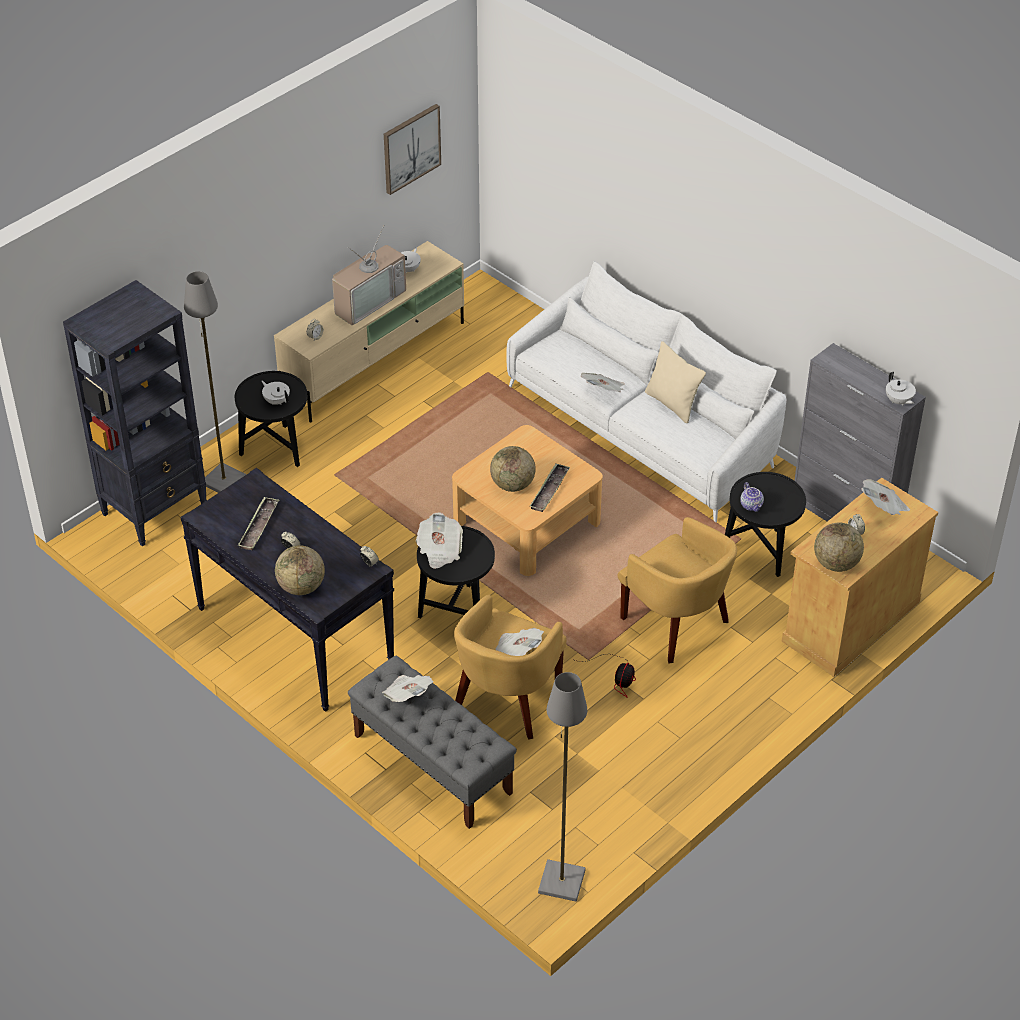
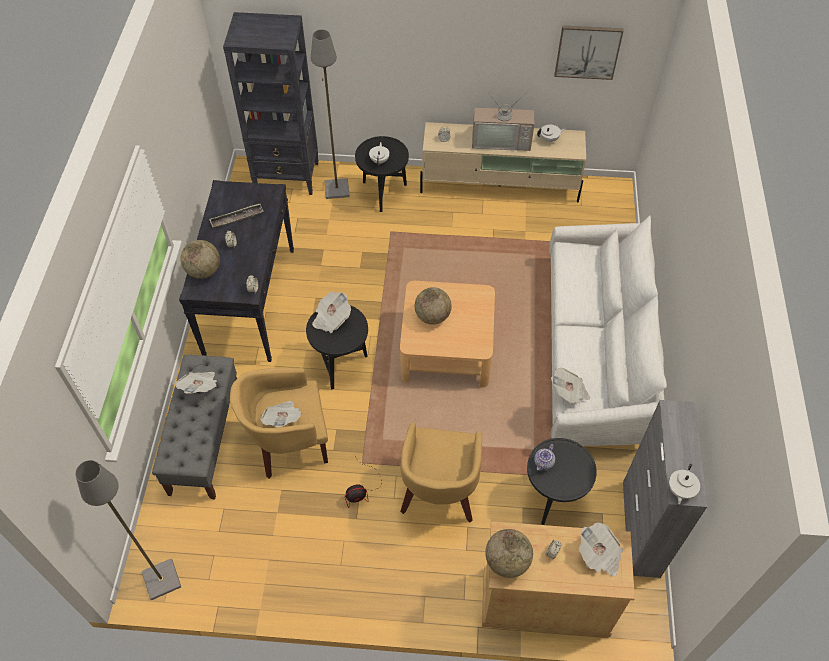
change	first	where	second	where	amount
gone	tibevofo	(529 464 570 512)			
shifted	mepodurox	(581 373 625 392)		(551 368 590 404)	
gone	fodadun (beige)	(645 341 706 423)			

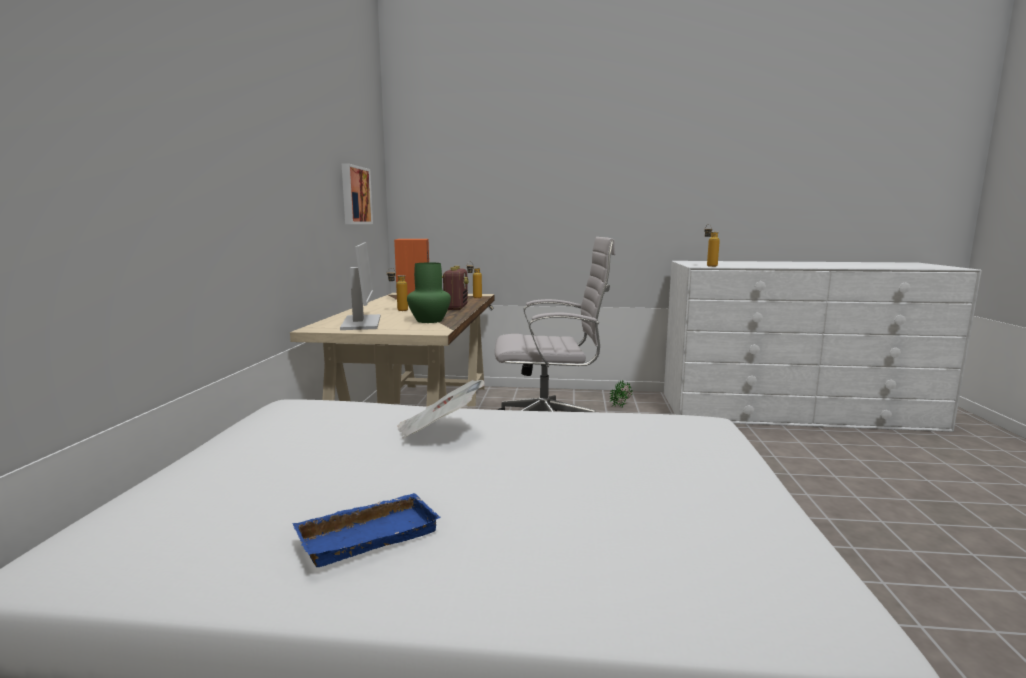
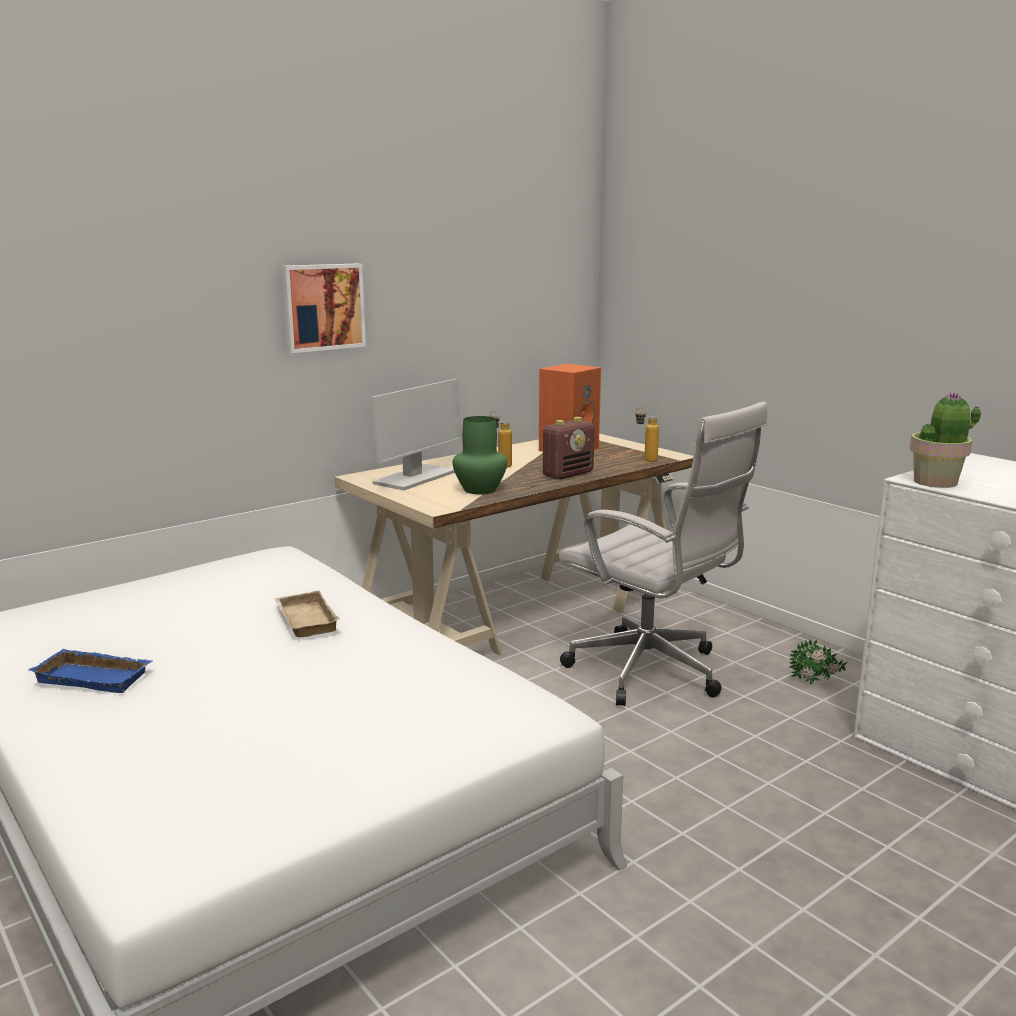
change	first	where	second	where	amount
shifted	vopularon	(342 163 373 224)		(281 264 366 353)	
swapped	mepodurox	(397 380 484 438)	tibevofo (beige)	(275 591 340 638)	
swapped	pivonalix	(704 224 720 267)	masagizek	(910 392 981 488)	

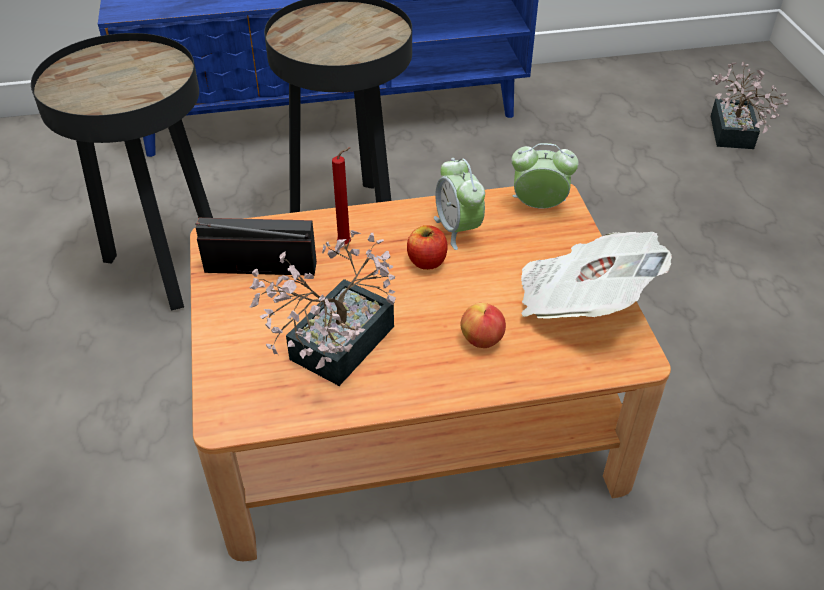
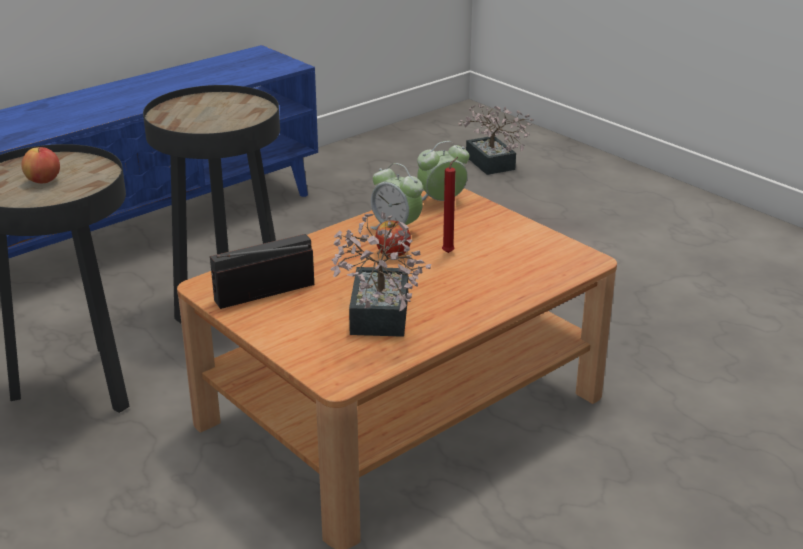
change	first	where	second	where	amount
shifted	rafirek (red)	(332 147 351 244)		(442 157 458 253)	
shifted	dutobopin	(461 303 506 348)		(21 147 60 183)	
gone	mepodurox	(521 232 672 319)			

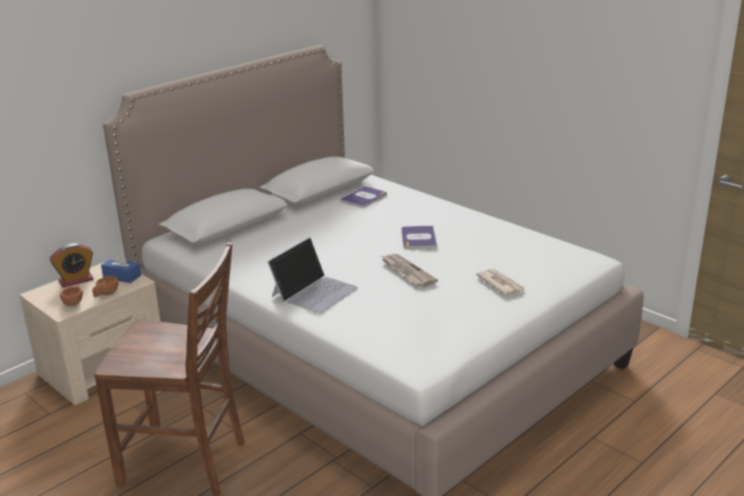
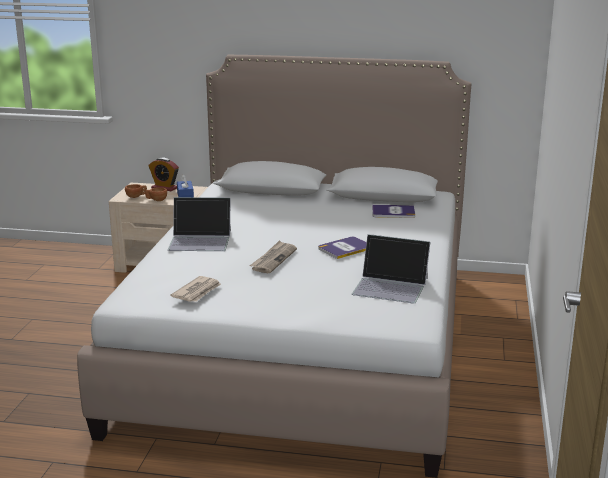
change	first	where	second	where	amount
gone	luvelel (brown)	(94 242 245 495)			
shifted	mepodurox	(476 269 525 295)		(170 276 221 302)	
new			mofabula	(352 234 430 304)	

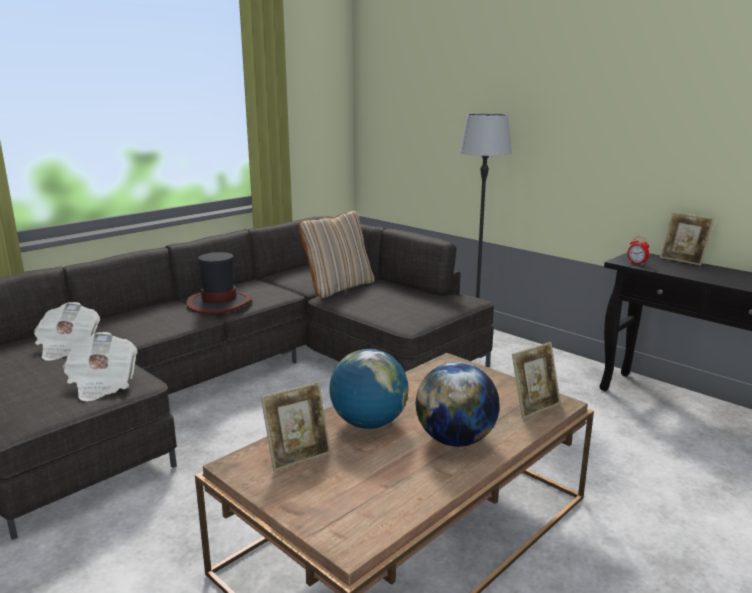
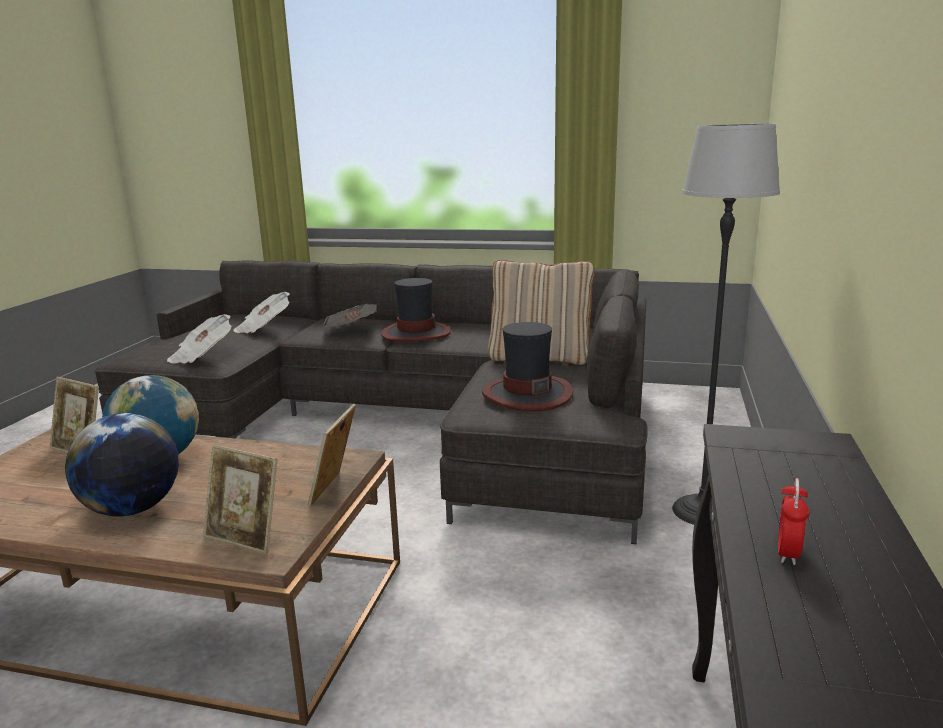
change	first	where	second	where	amount
shifted	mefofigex	(628 236 649 265)		(778 478 810 565)	
shifted	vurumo	(660 212 714 265)		(308 404 356 507)	
new			mepodurox	(323 304 377 327)	
new			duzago	(482 322 573 411)	

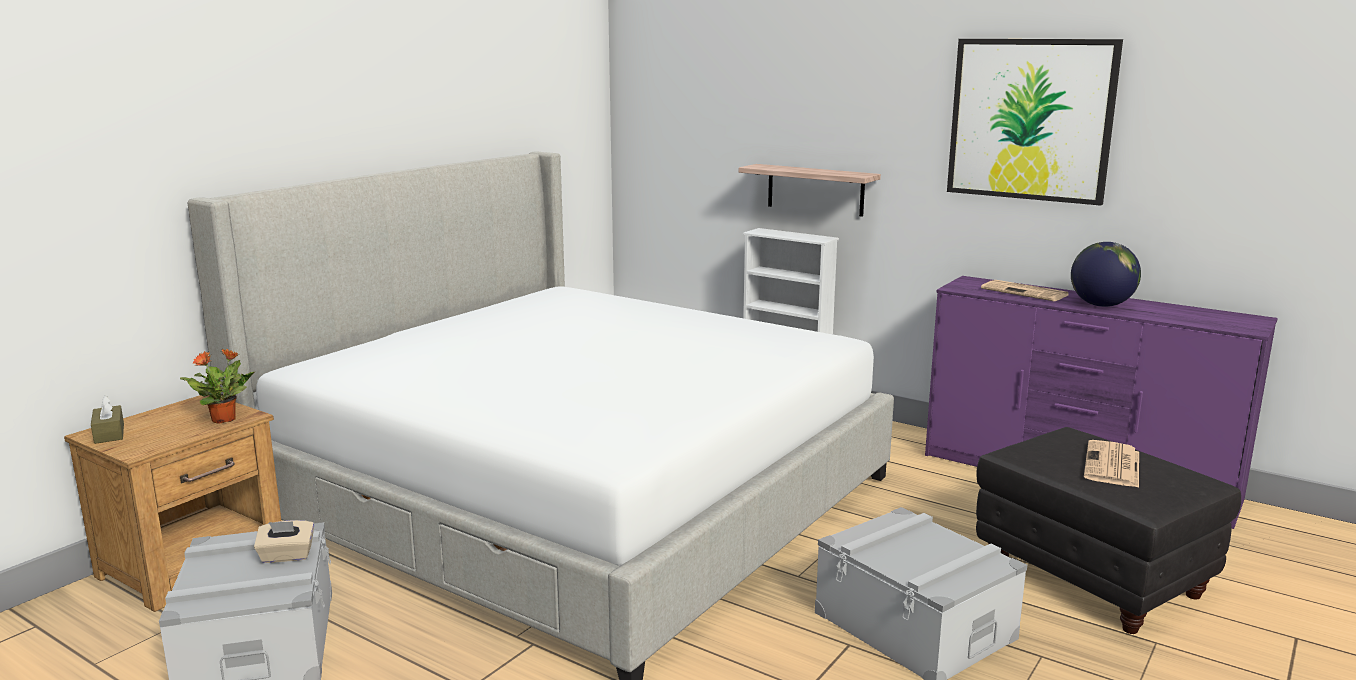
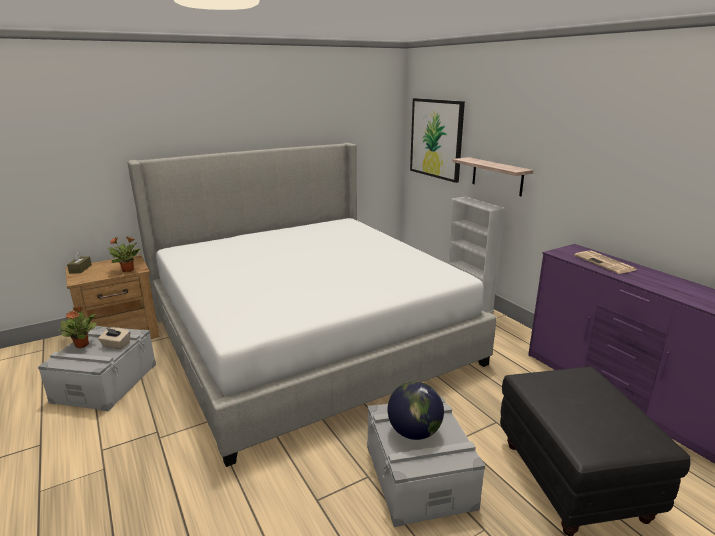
change	first	where	second	where	amount
shifted	vopularon	(947 39 1123 206)		(410 98 465 183)	
shifted	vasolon	(1071 242 1141 307)		(388 381 444 440)	
gone	mepodurox	(1084 440 1139 488)			
new			masagizek	(58 306 97 348)	

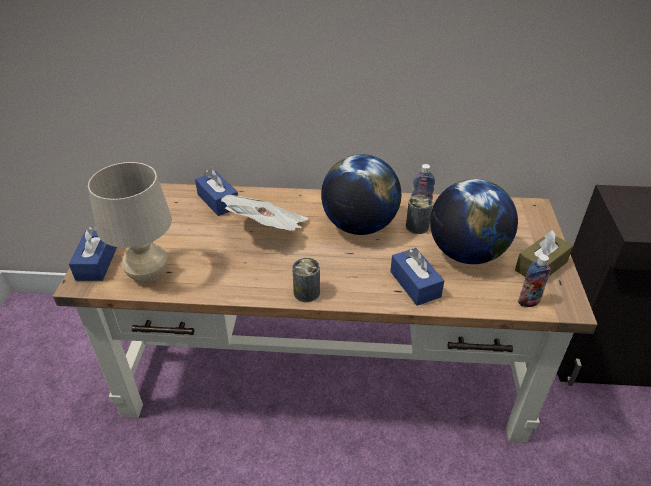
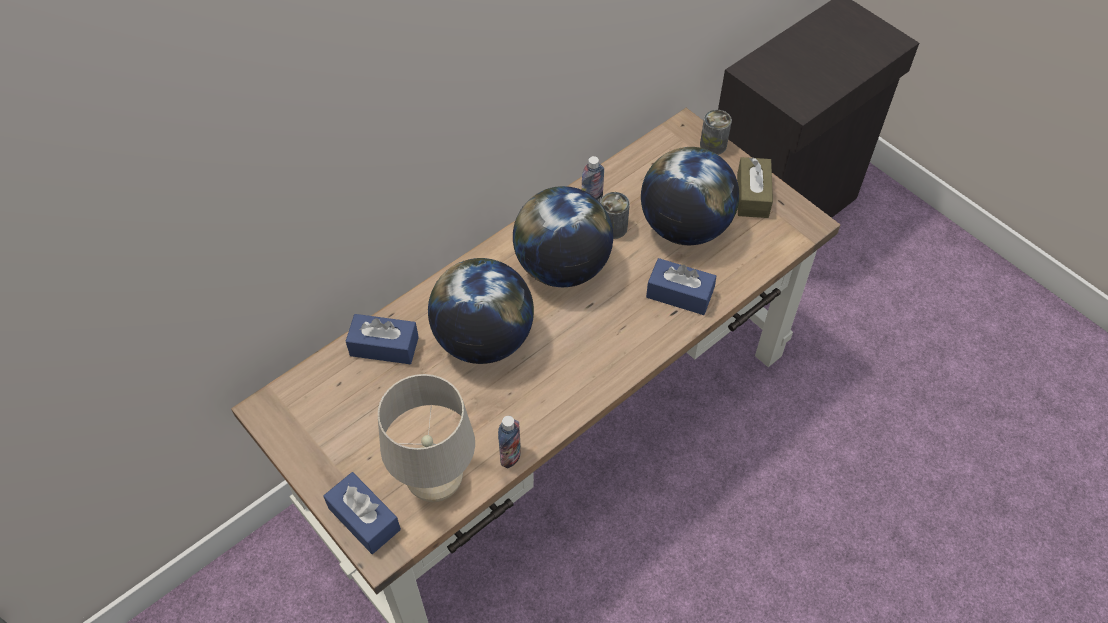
change	first	where	second	where	amount
swapped	mepodurox	(221 195 308 231)	vasolon	(428 258 534 364)	
shifted	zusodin	(292 258 320 302)		(700 110 732 155)	
shifted	pivonalix	(518 254 551 307)		(498 416 521 468)	

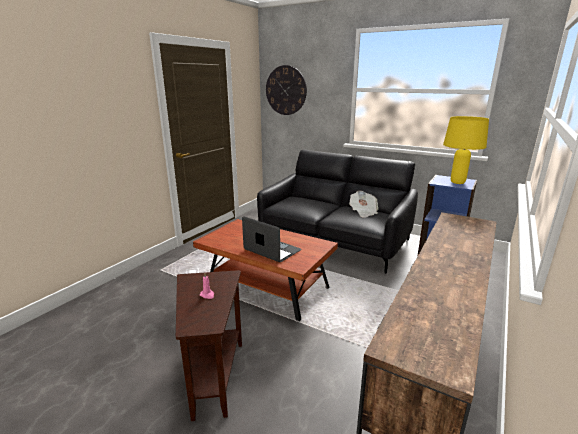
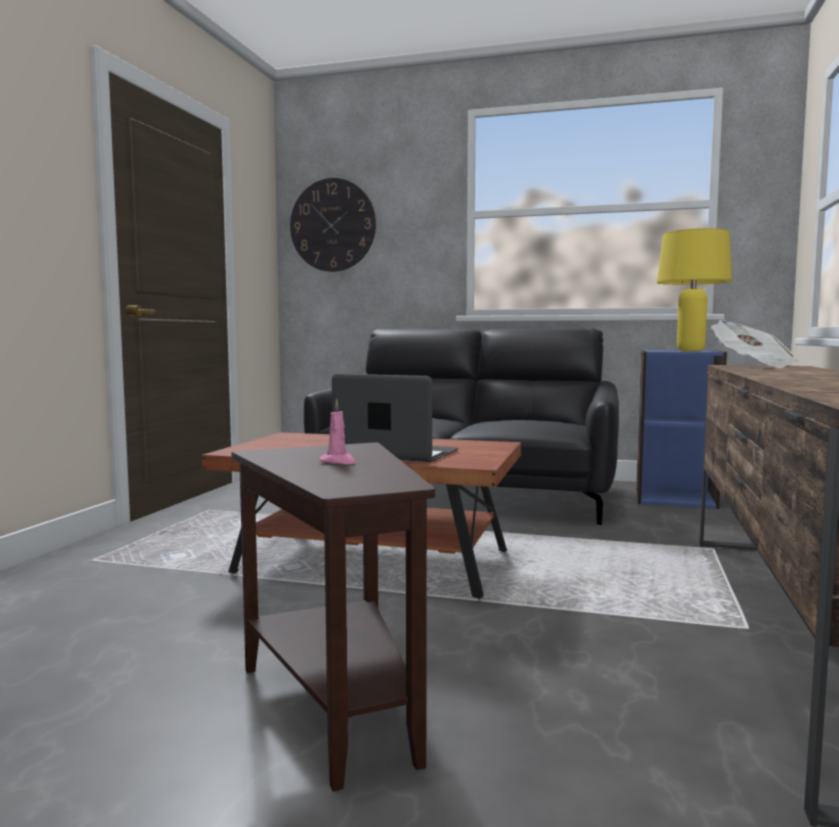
change	first	where	second	where	amount
shifted	mepodurox	(349 191 378 218)		(711 320 799 368)	

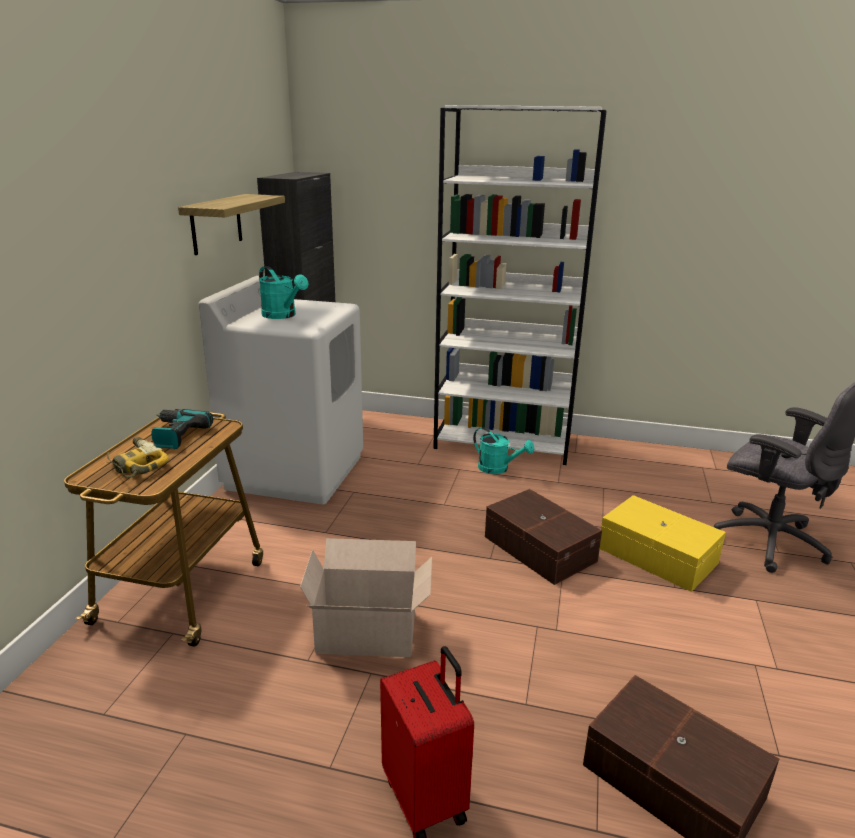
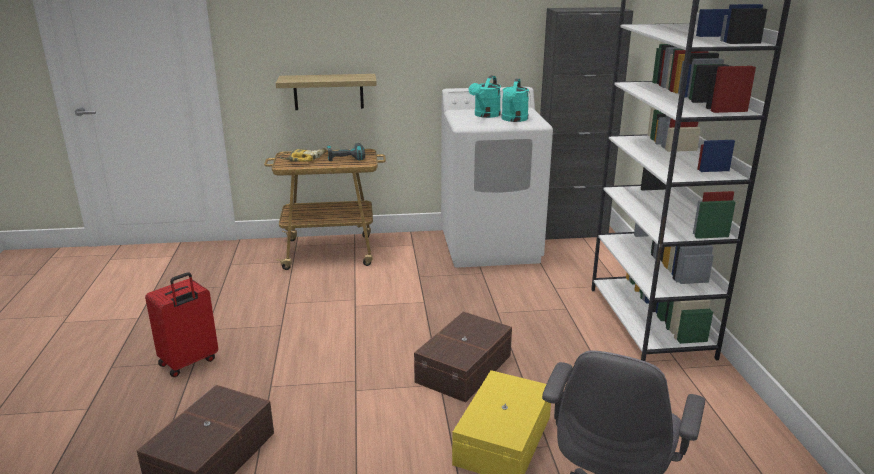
change	first	where	second	where	amount
shifted	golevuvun	(178 194 285 255)		(276 74 377 110)	
gone	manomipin	(300 538 432 657)			
shifted	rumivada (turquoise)	(473 427 534 474)		(501 79 529 122)	

